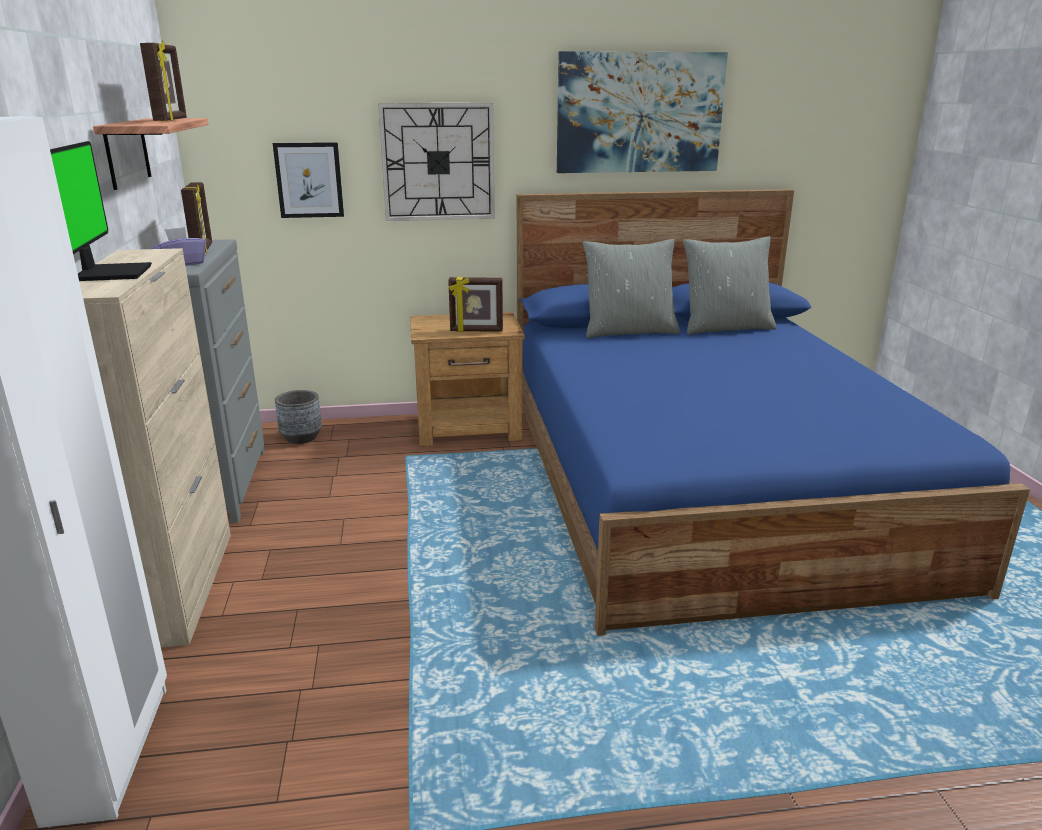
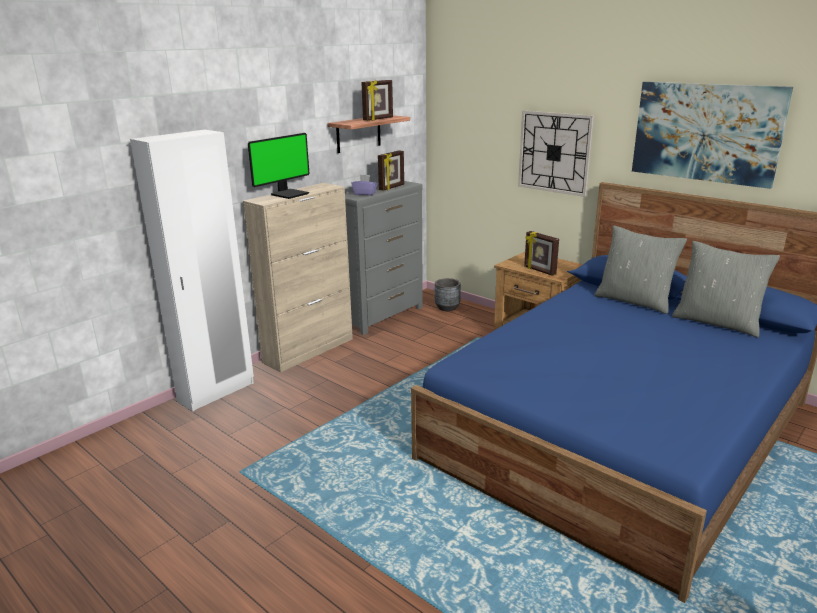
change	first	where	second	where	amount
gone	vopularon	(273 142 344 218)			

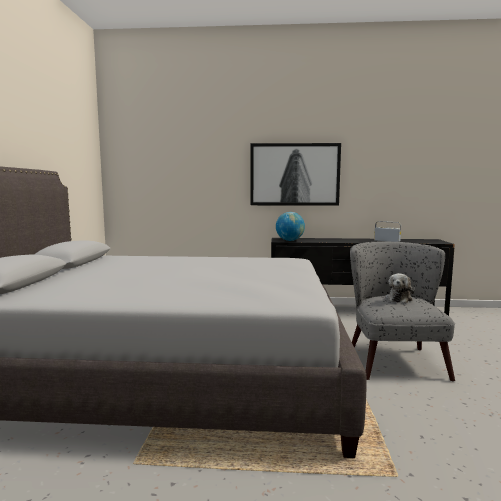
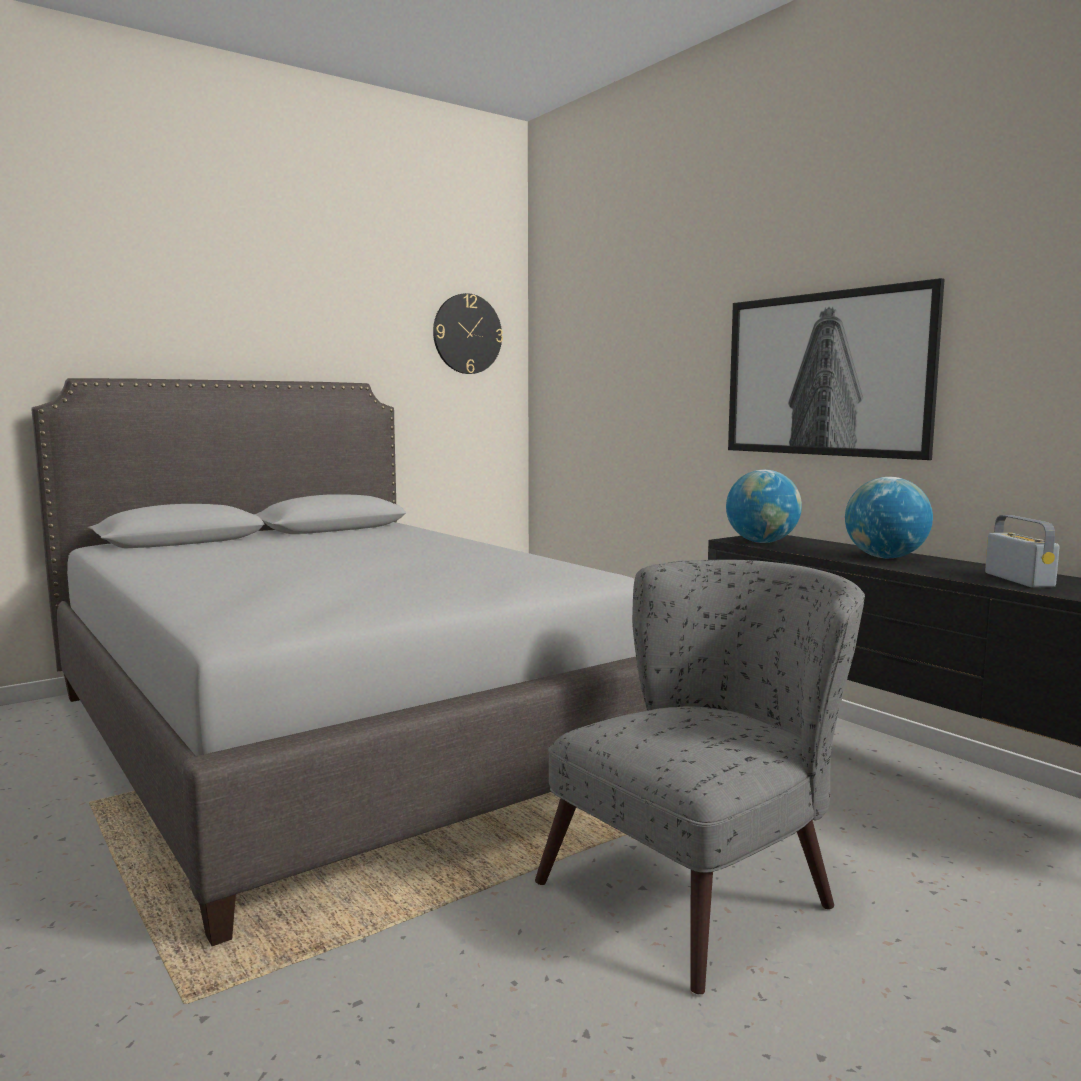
change	first	where	second	where	amount
gone	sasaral	(386 273 415 303)			
new			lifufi	(433 293 503 374)	
new			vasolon	(845 477 933 558)	

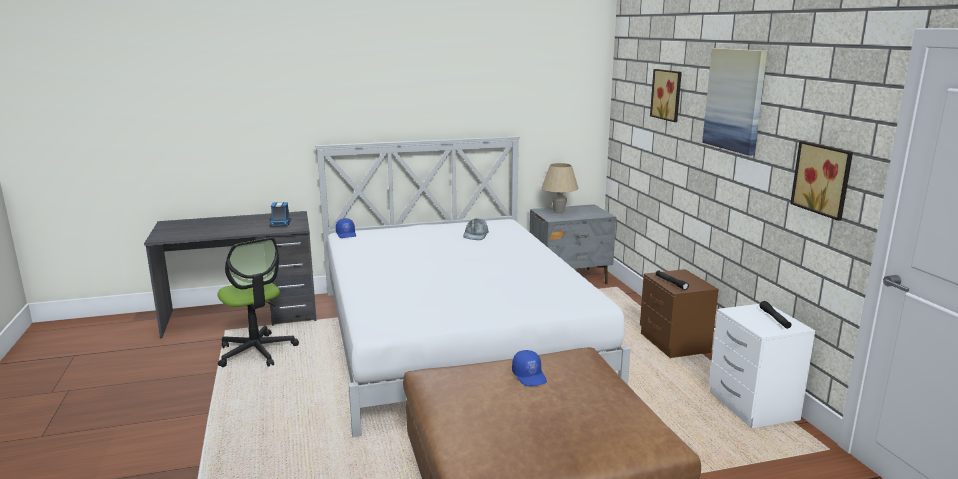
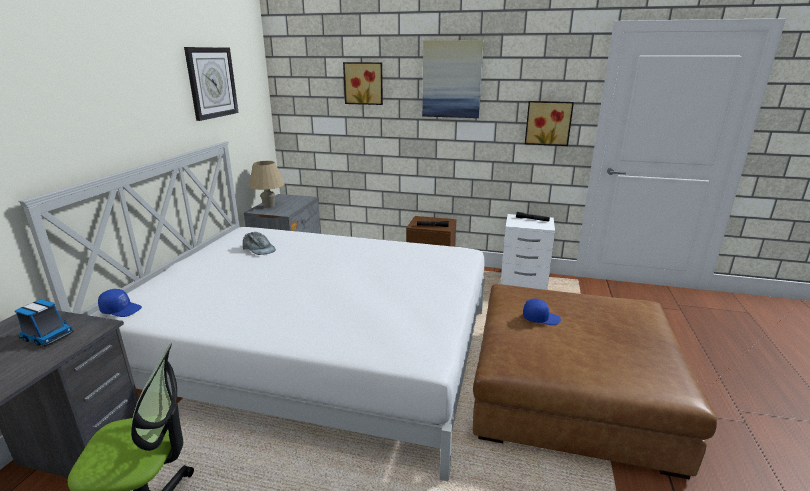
change	first	where	second	where	amount
new			lifufi	(184 47 239 121)	

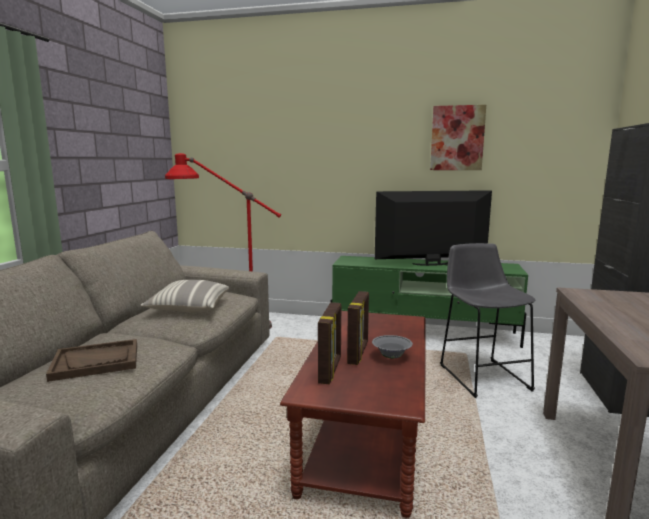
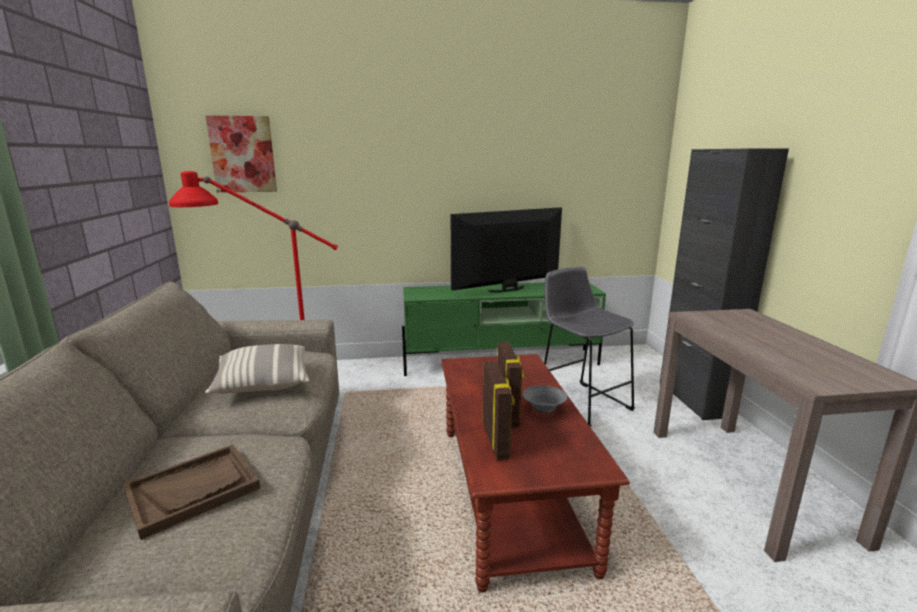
change	first	where	second	where	amount
shifted	vopularon	(430 105 486 170)		(206 116 277 192)	

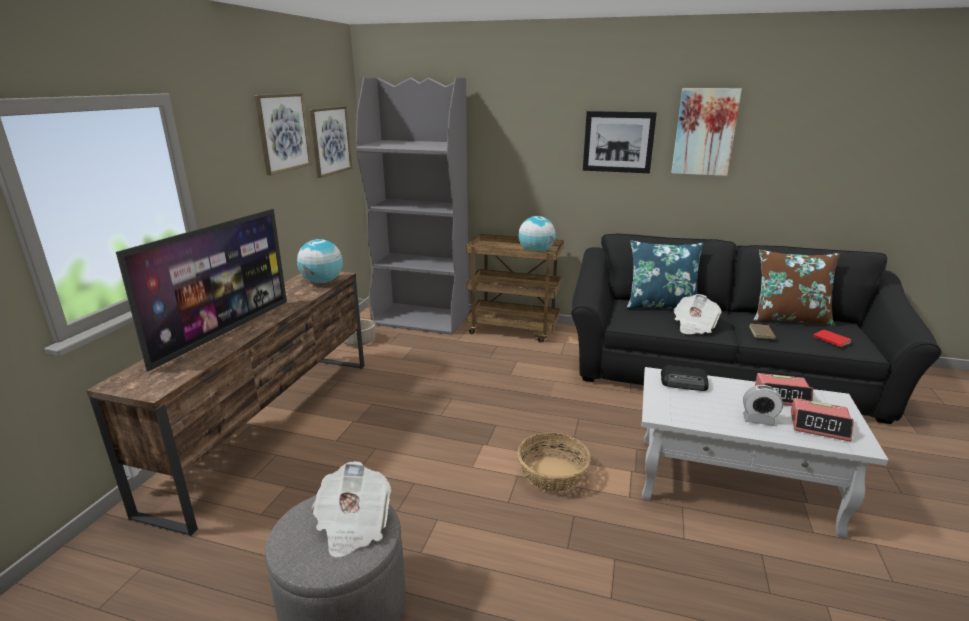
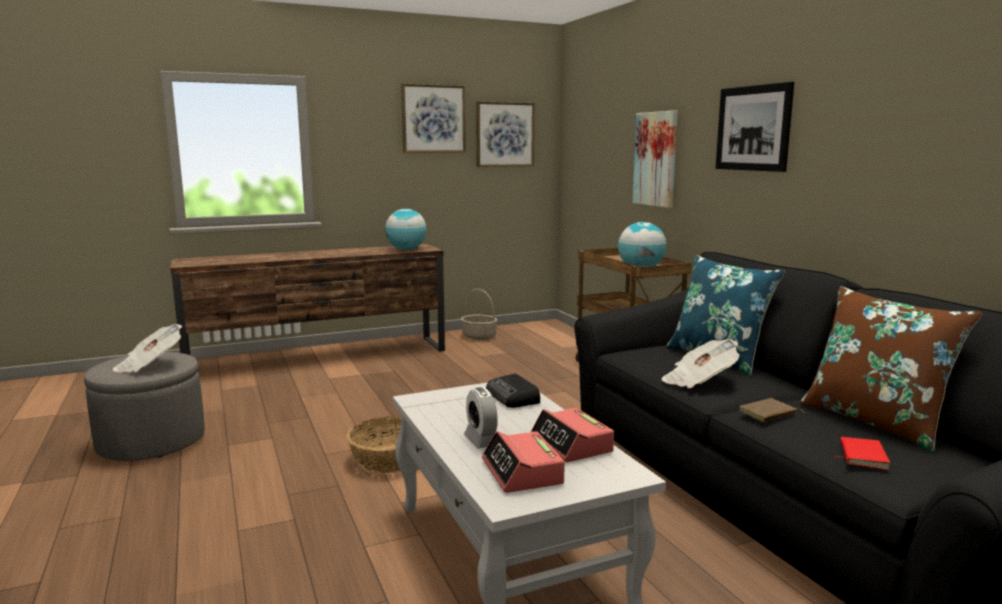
change	first	where	second	where	amount
gone	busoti	(116 209 287 372)			
gone	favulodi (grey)	(356 78 469 335)			
shifted	vopularon	(671 88 742 176)		(633 110 678 208)	

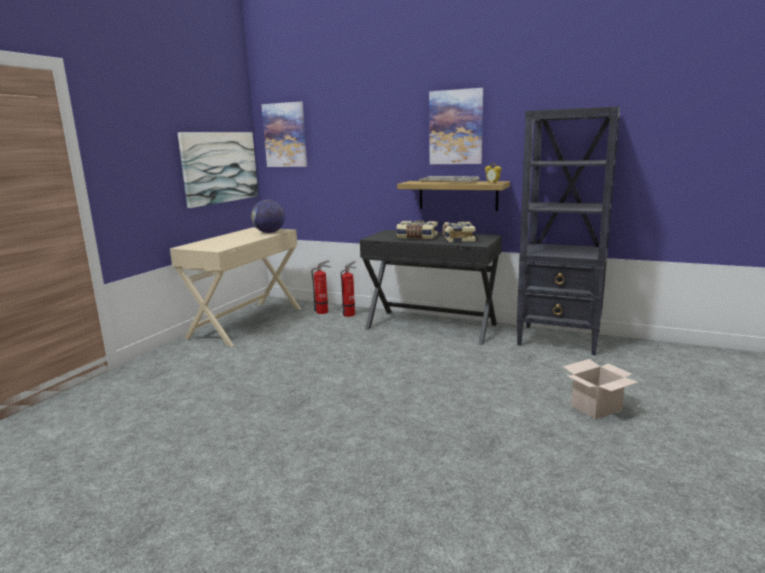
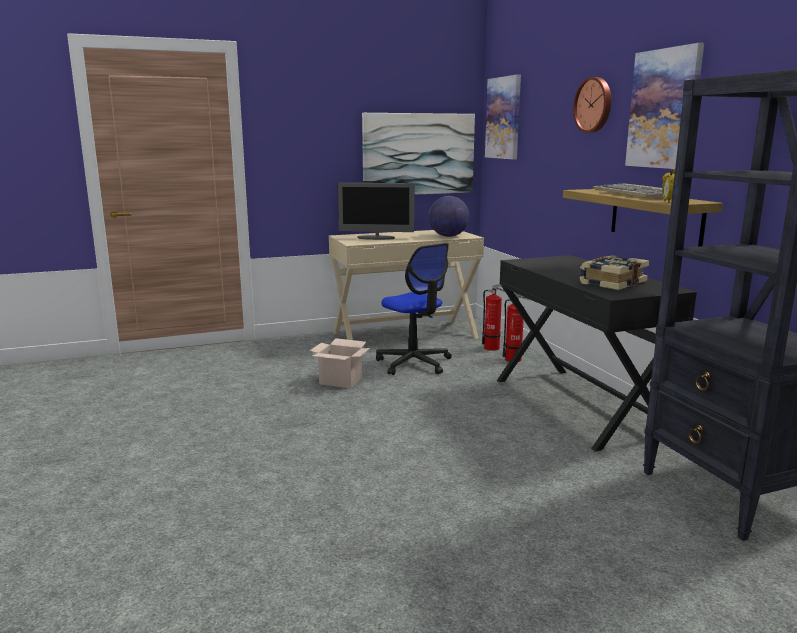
change	first	where	second	where	amount
gone	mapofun	(396 220 438 239)			
shifted	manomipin	(563 359 638 420)		(310 338 370 388)	
new			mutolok	(337 183 415 240)	
new			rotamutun	(376 243 452 375)	
new			lifufi	(573 77 611 133)	

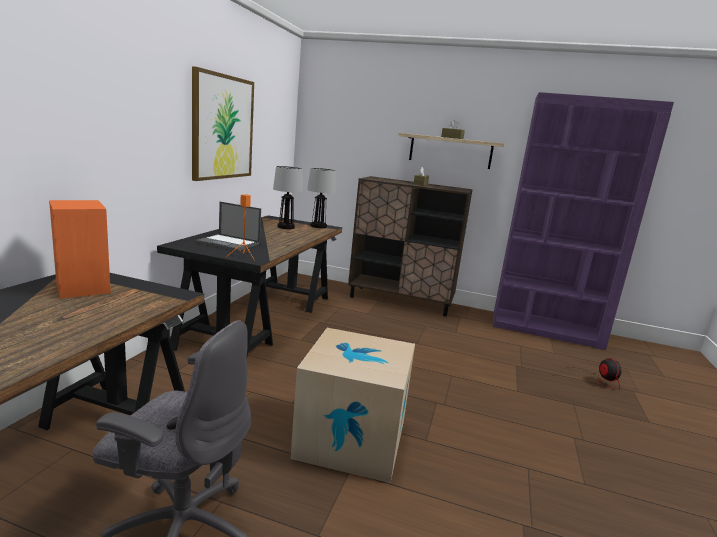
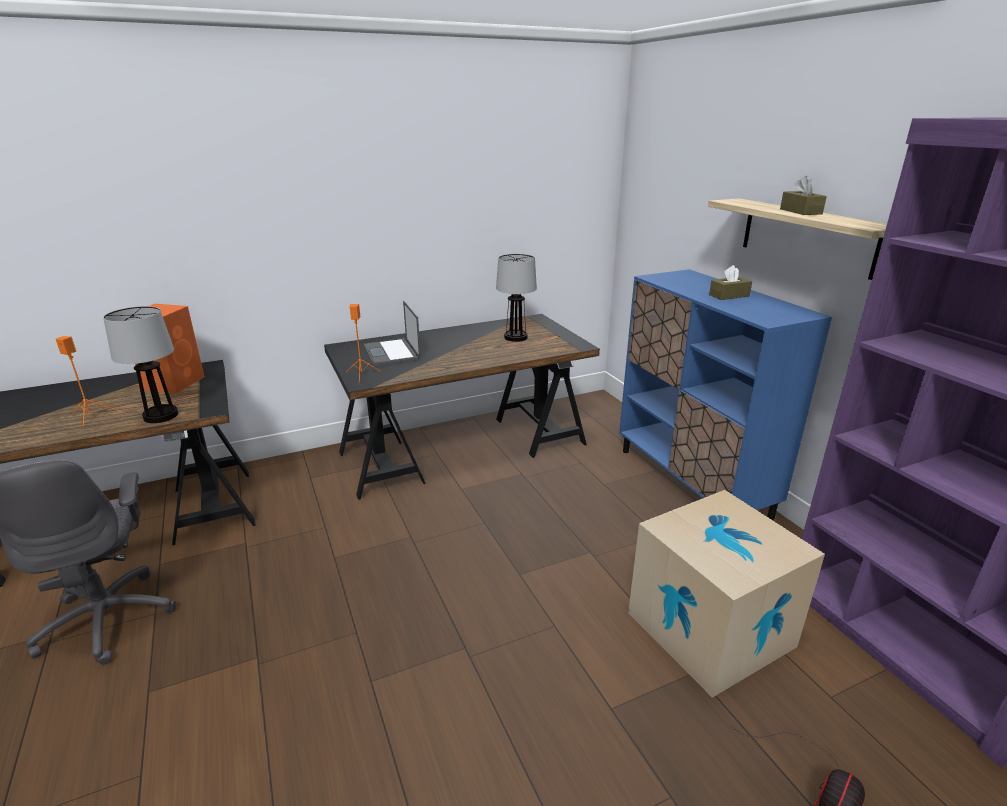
change	first	where	second	where	amount
gone	vopularon	(192 66 254 181)			
shifted	manomipin	(290 328 415 483)		(628 490 825 698)	
shifted	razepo	(307 168 336 228)		(103 306 178 423)	
repainted	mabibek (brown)	(348 176 473 317)	mabibek (blue)	(619 269 832 520)	
new			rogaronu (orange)	(56 336 116 428)	

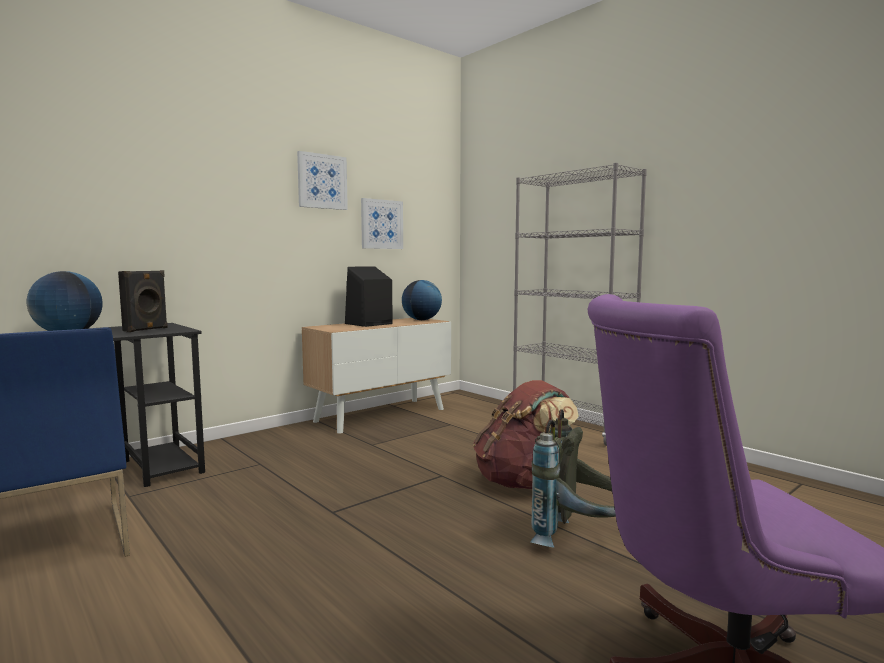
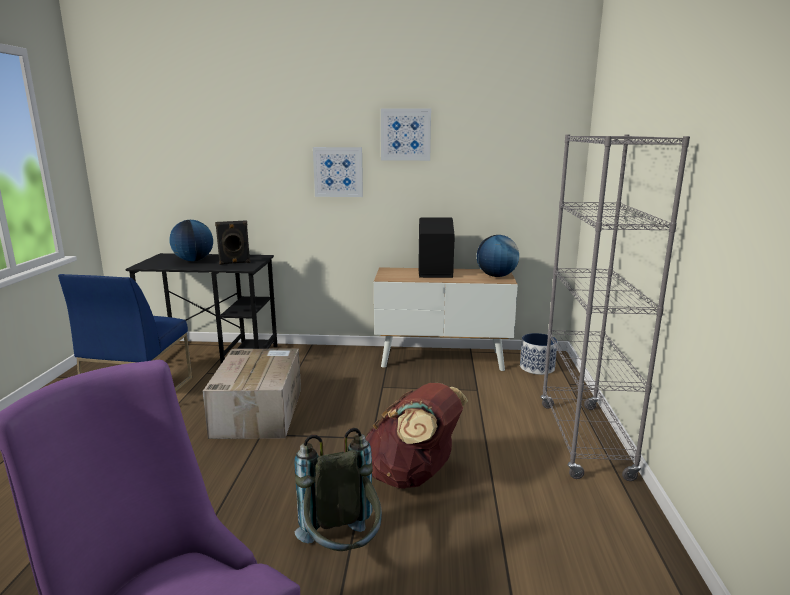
change	first	where	second	where	amount
shifted	vopularon	(361 198 403 249)		(313 147 363 197)	
new			manomipin	(202 348 301 439)	
new			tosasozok	(520 333 557 375)	

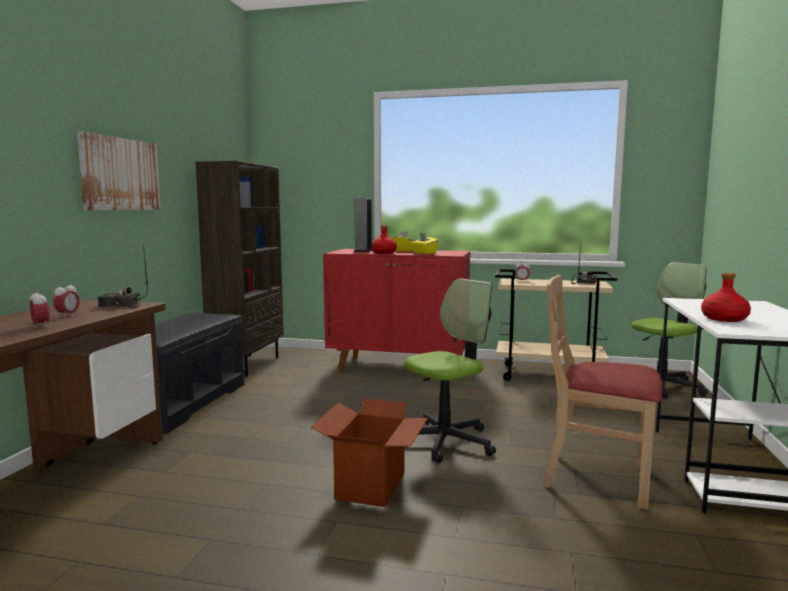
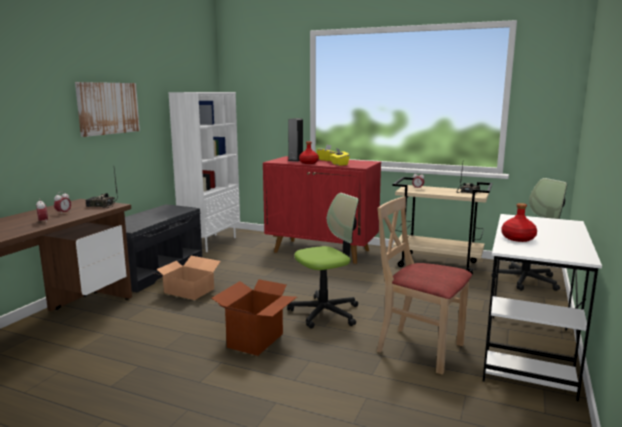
change	first	where	second	where	amount
repainted	favulodi (brown)	(196 161 284 377)	favulodi (white)	(168 92 240 252)	
new			manomipin	(155 256 221 300)	

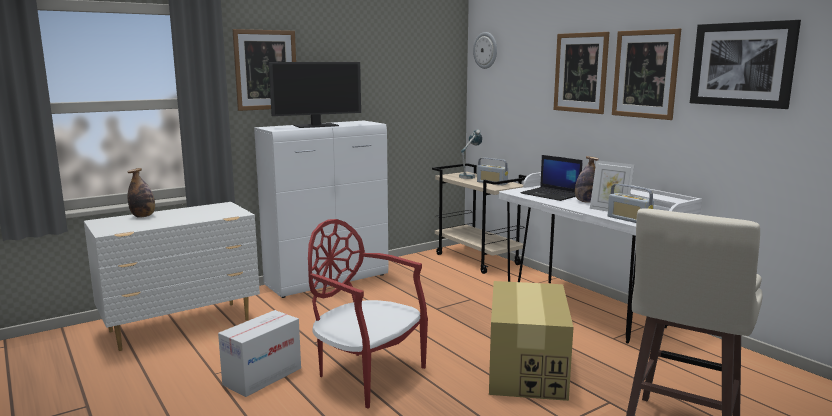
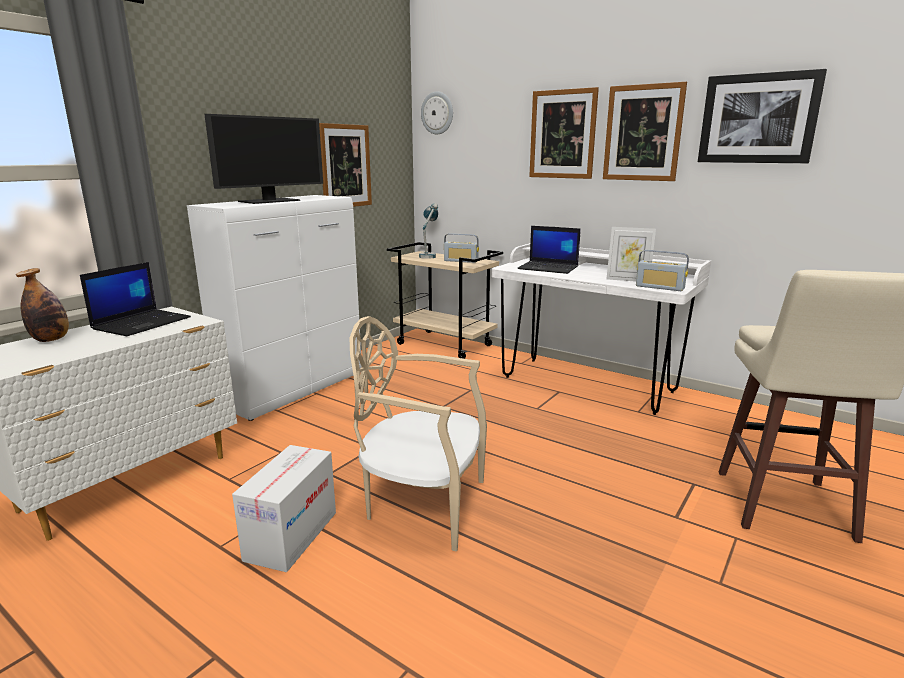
change	first	where	second	where	amount
shifted	vopularon	(232 29 296 111)		(319 123 372 207)	
repainted	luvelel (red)	(308 219 428 408)	luvelel (beige)	(350 316 487 551)	
gone	manomipin	(489 281 573 401)			
gone	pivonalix	(575 156 599 203)			
new			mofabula	(80 262 191 336)	

